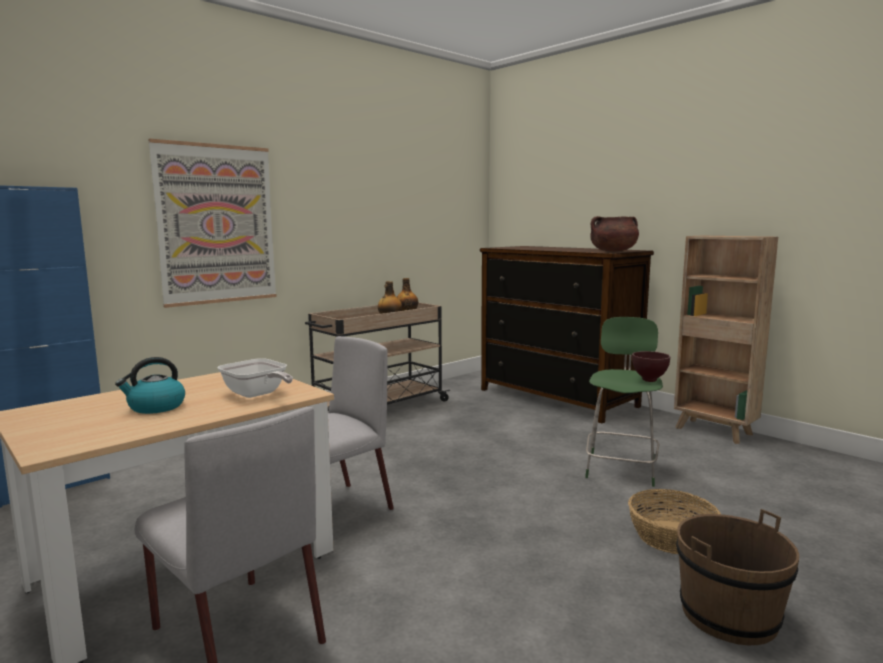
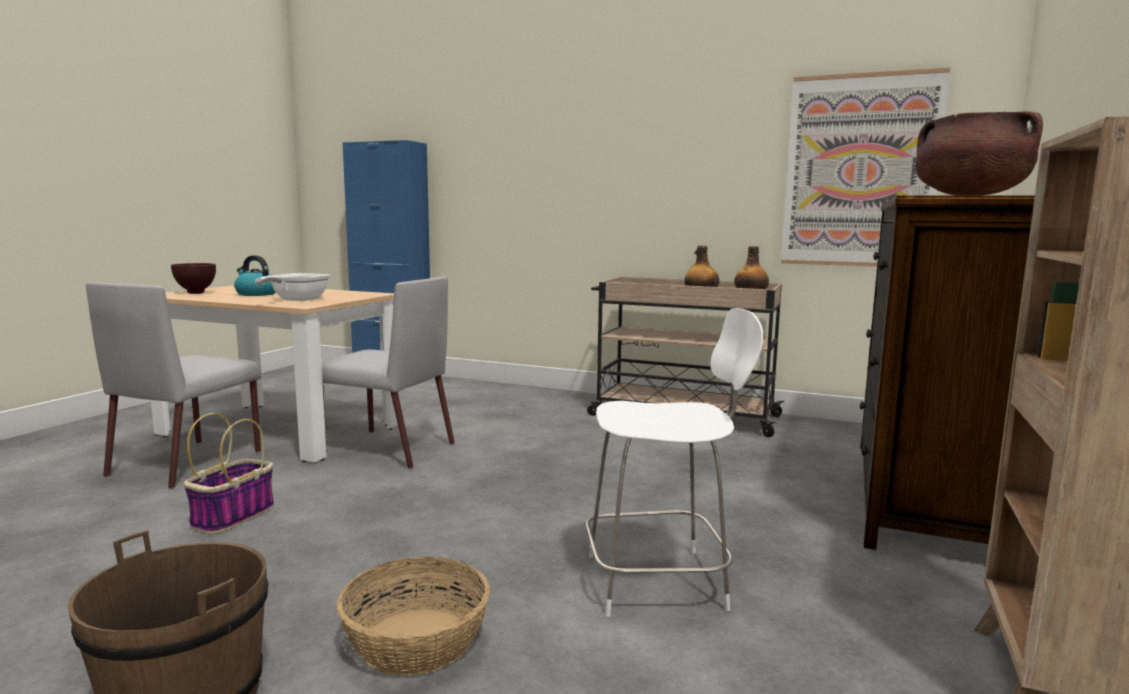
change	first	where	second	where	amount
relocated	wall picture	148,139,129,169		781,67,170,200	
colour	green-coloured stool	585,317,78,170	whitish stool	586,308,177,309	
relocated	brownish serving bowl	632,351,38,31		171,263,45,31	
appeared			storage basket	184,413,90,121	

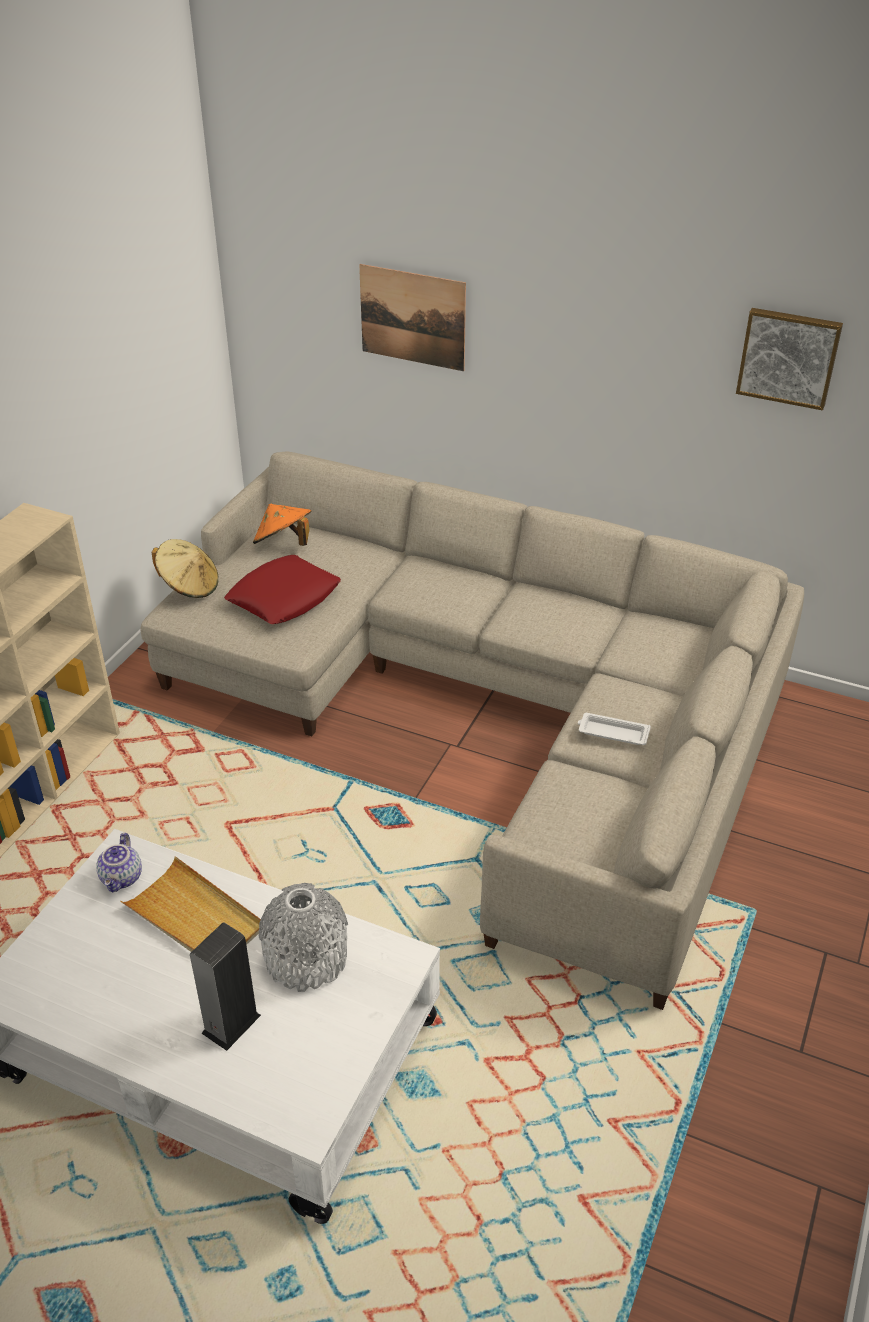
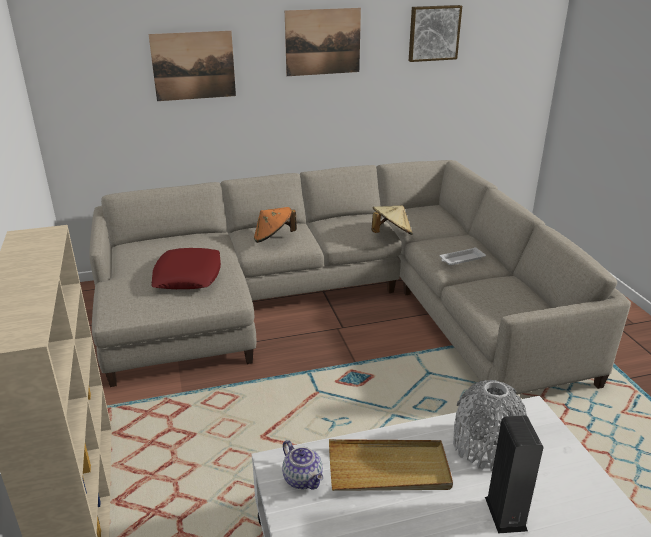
change	first	where	second	where	amount
relocated	orange-coloured wearable hat	253,504,58,42		254,207,43,36	
relocated	sand-coloured wearable hat	151,539,68,59		372,205,41,30	
appeared			wall picture	285,8,76,68	

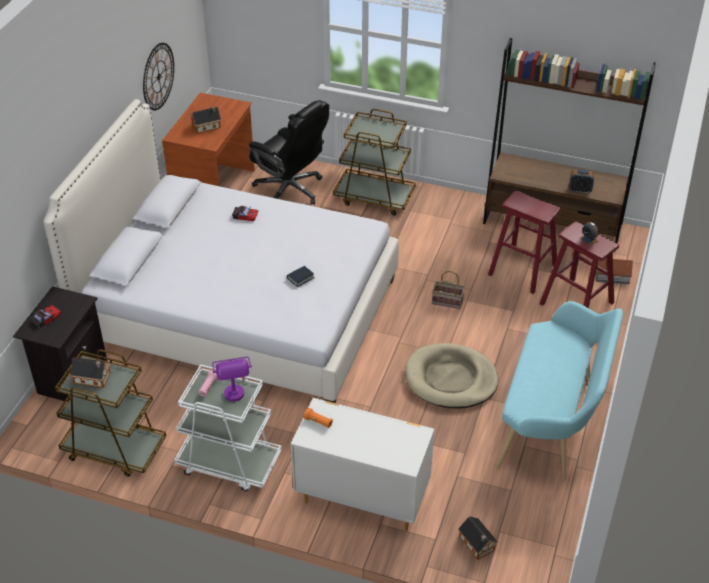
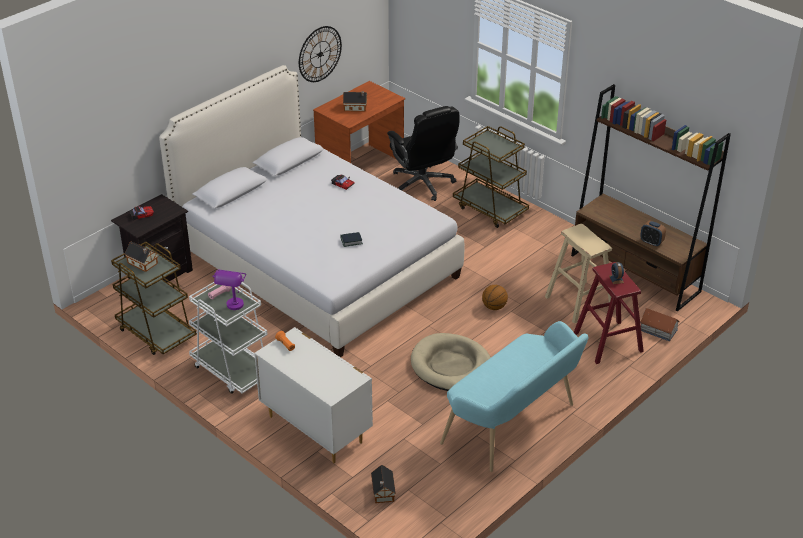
change	first	where	second	where	amount
colour	reddish stool	488,191,73,103	sand-coloured stool	545,224,67,99	
exchanged	storage basket	432,271,33,38	basketball	482,285,26,25	

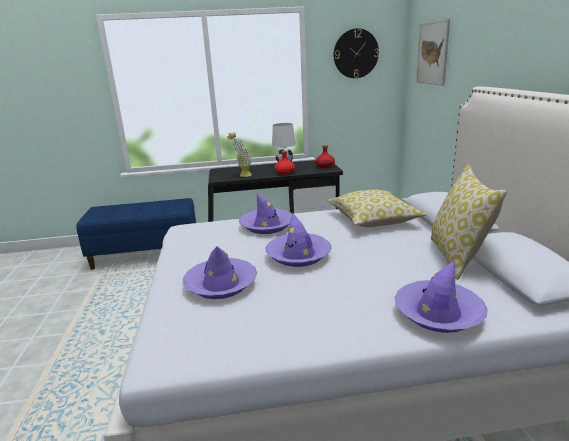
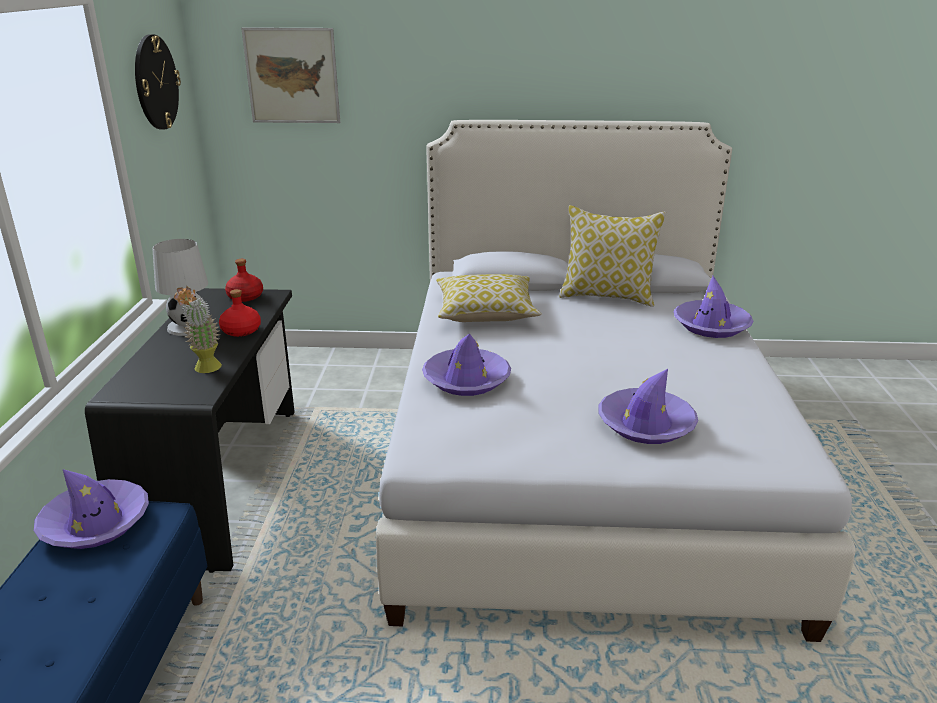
change	first	where	second	where	amount
relocated	purplish wearable hat	265,213,67,54		34,469,115,80	

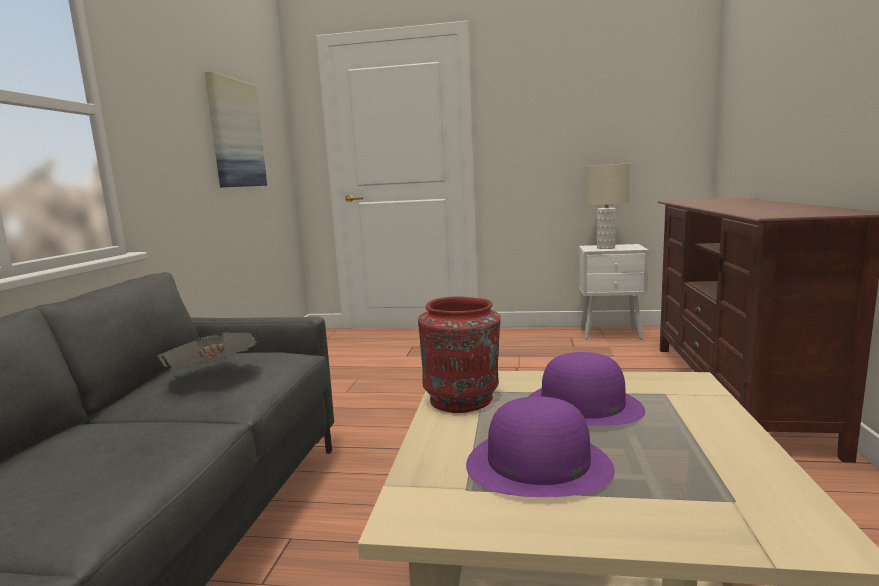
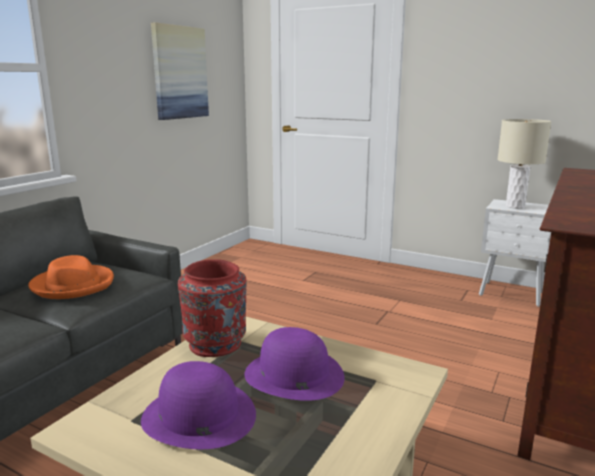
change	first	where	second	where	amount
exchanged	printed paper	156,332,102,37	orange-coloured wearable hat	28,255,86,44	

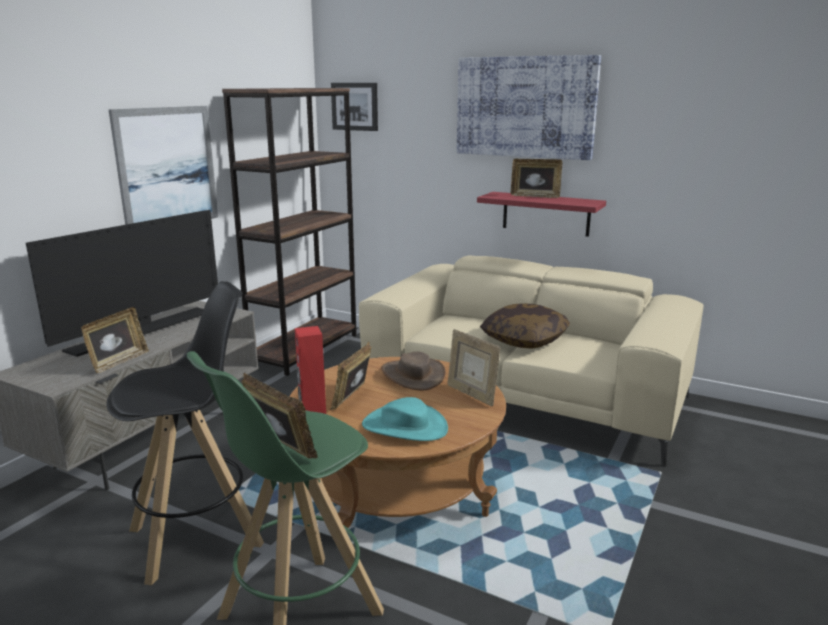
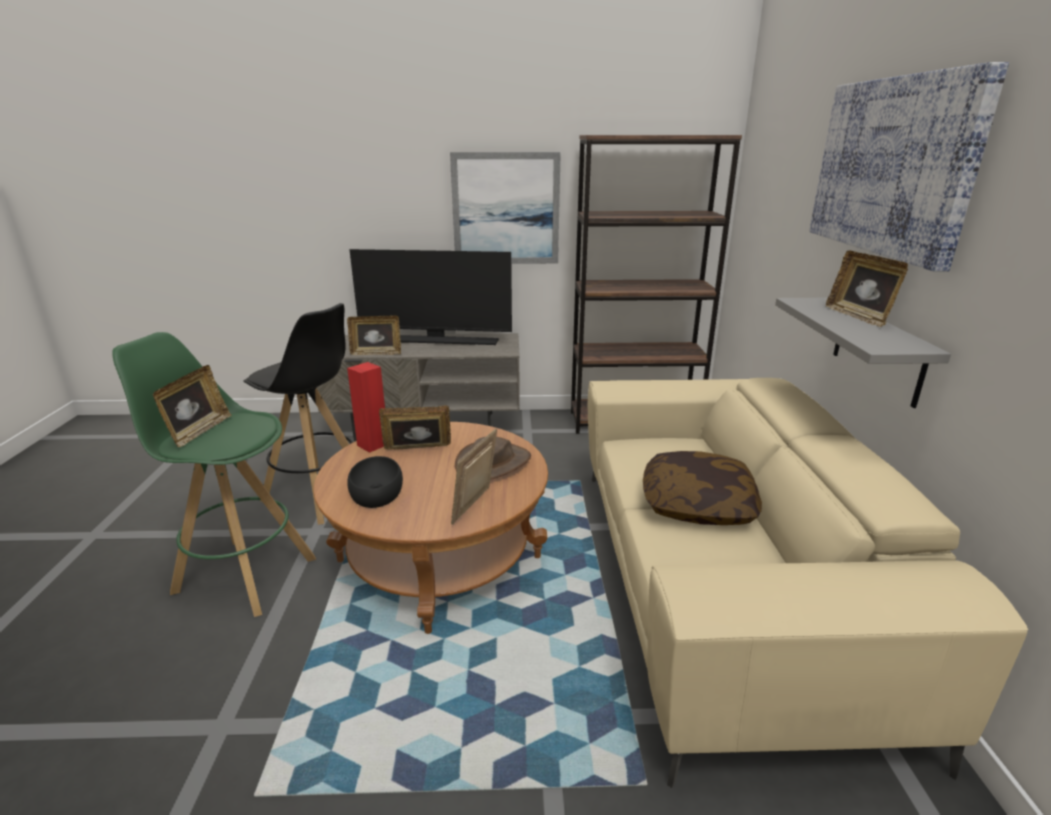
change	first	where	second	where	amount
missing	wall picture	331,83,47,48			
colour	reddish bracket shelf	477,192,129,45	greyish bracket shelf	775,298,176,110	
exchanged	turquoise wearable hat	362,397,86,44	blackish serving bowl	347,456,56,52	

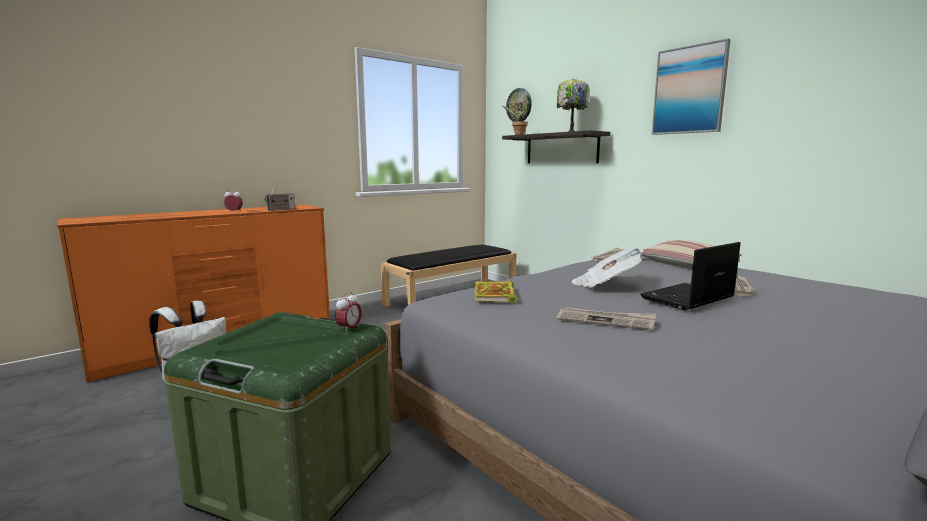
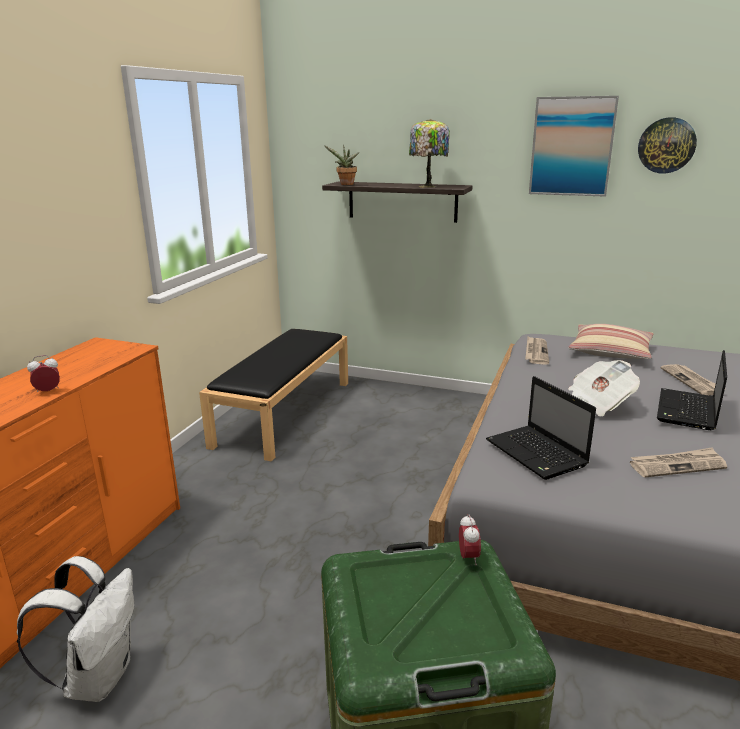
change	first	where	second	where	amount
relocated	clock on the wall	506,88,26,34		638,117,59,57	
missing	radio	265,185,30,26			
exchanged	book	475,281,42,22	portable computer	486,376,110,104	

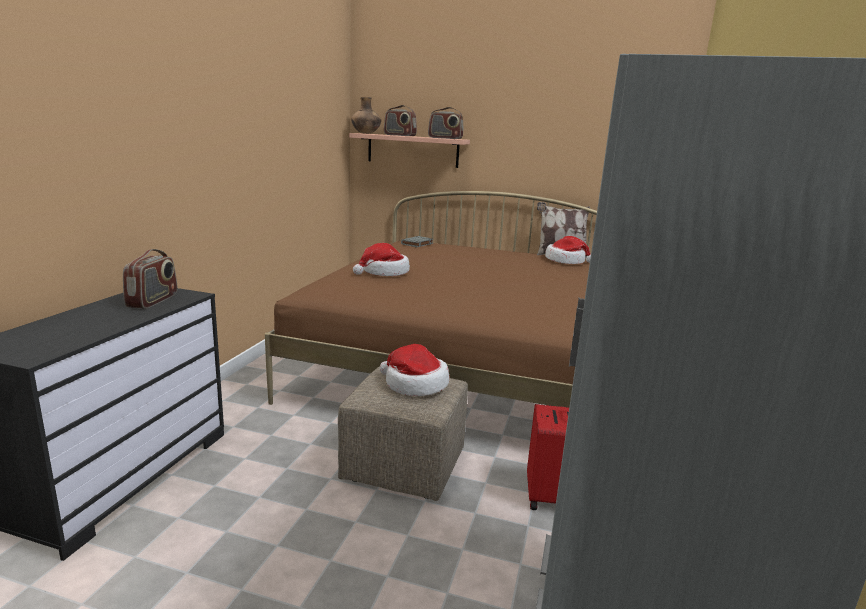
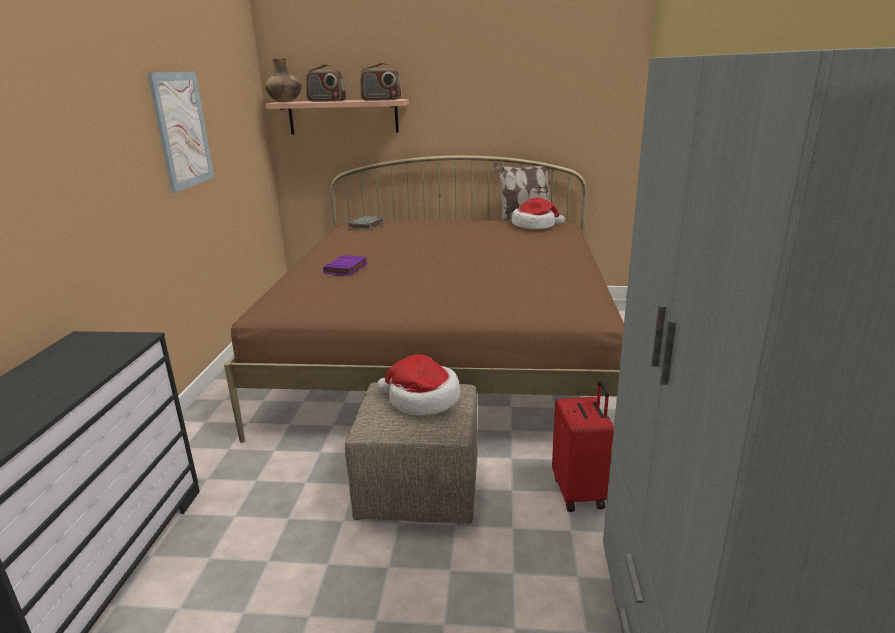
change	first	where	second	where	amount
exchanged	wearable hat	353,243,57,33	purplish book	323,255,45,21	
missing	radio	123,249,54,60			
appeared			wall picture	147,72,67,121	

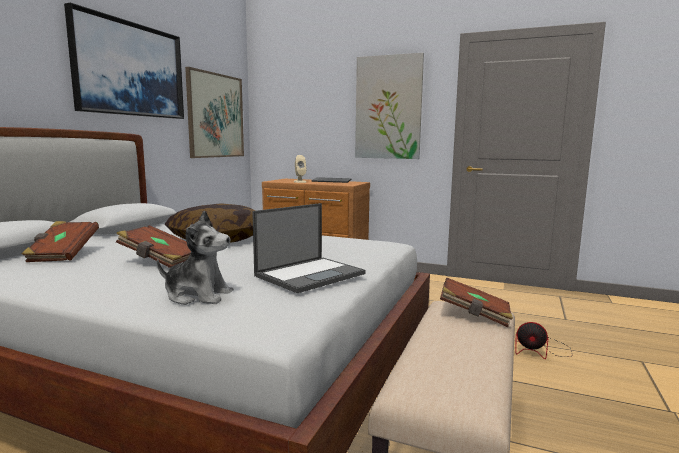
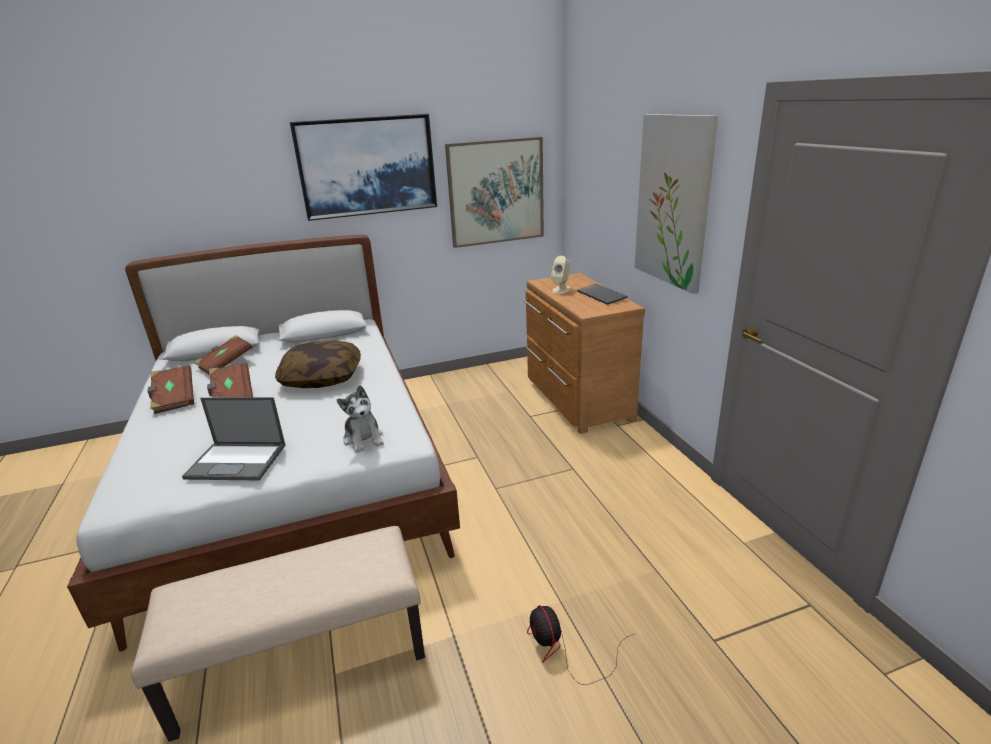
change	first	where	second	where	amount
relocated	plush toy	157,211,77,94		337,385,47,68	
relocated	brownish book	440,278,73,49		148,365,46,49	

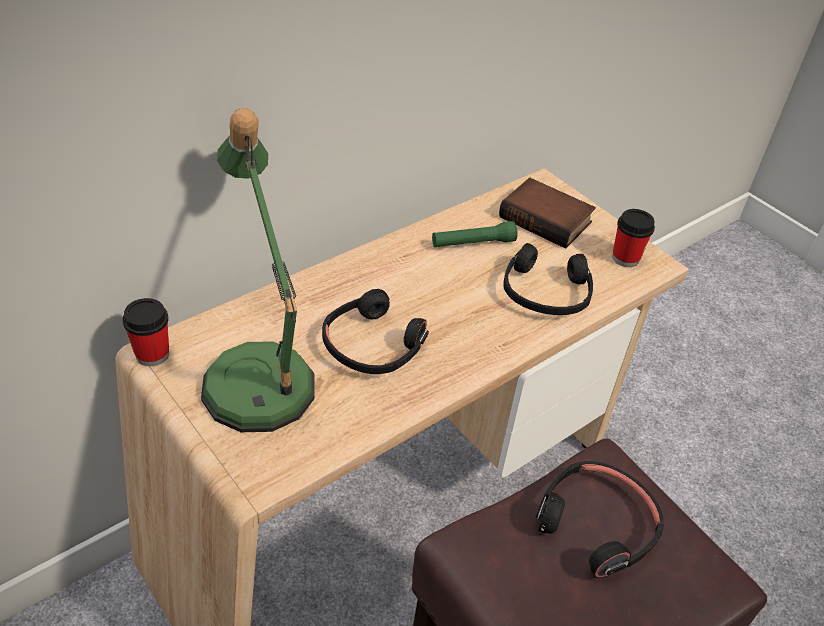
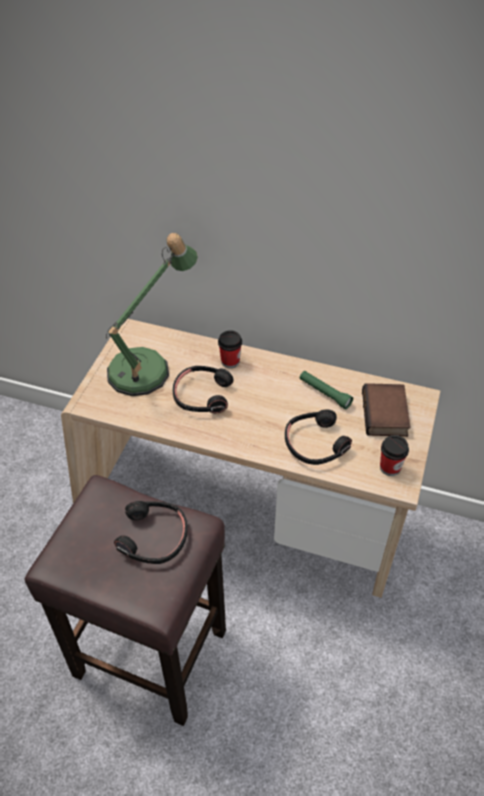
change	first	where	second	where	amount
relocated	small cup	123,298,46,68		218,330,24,38	

